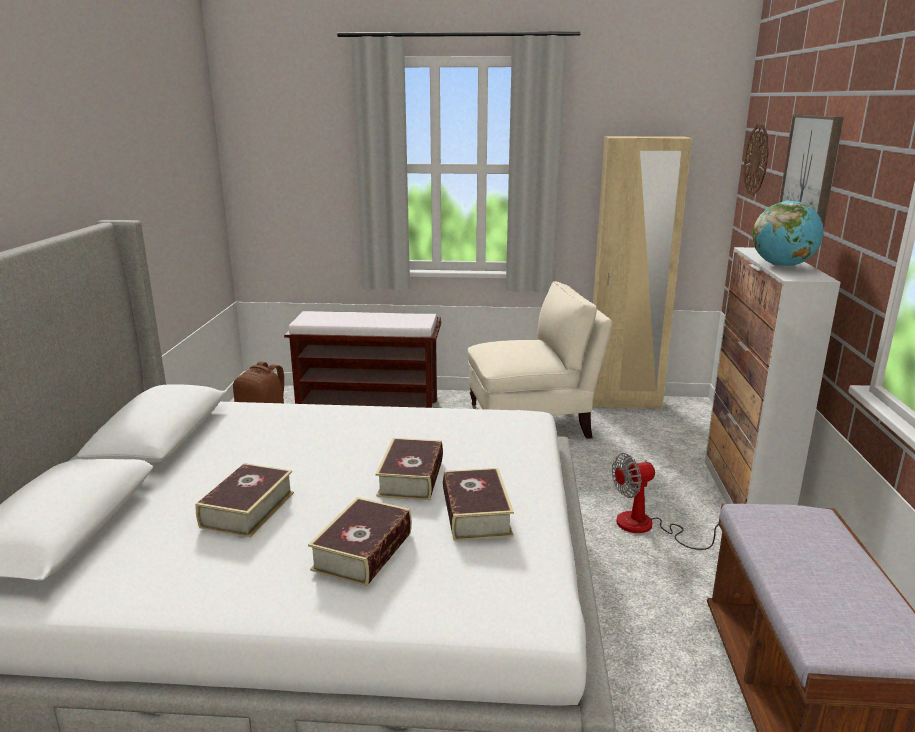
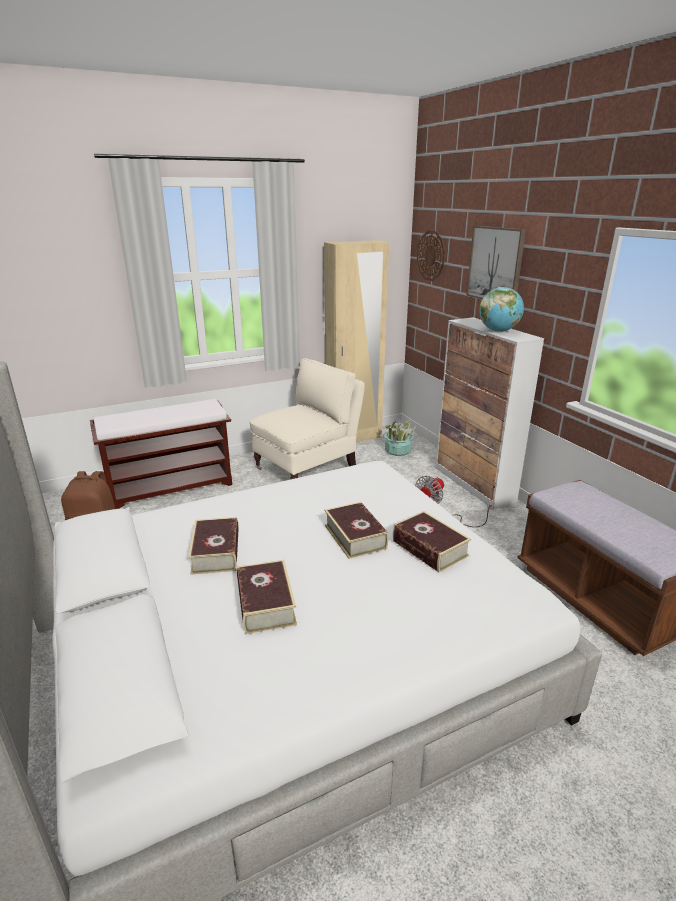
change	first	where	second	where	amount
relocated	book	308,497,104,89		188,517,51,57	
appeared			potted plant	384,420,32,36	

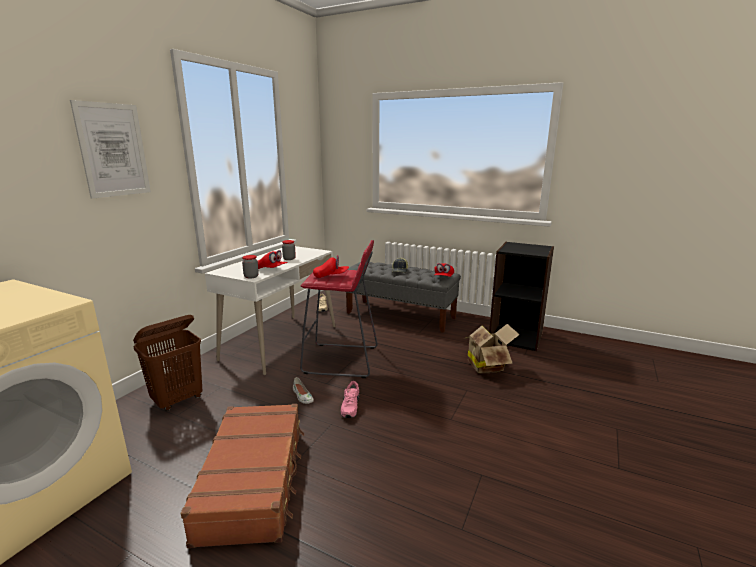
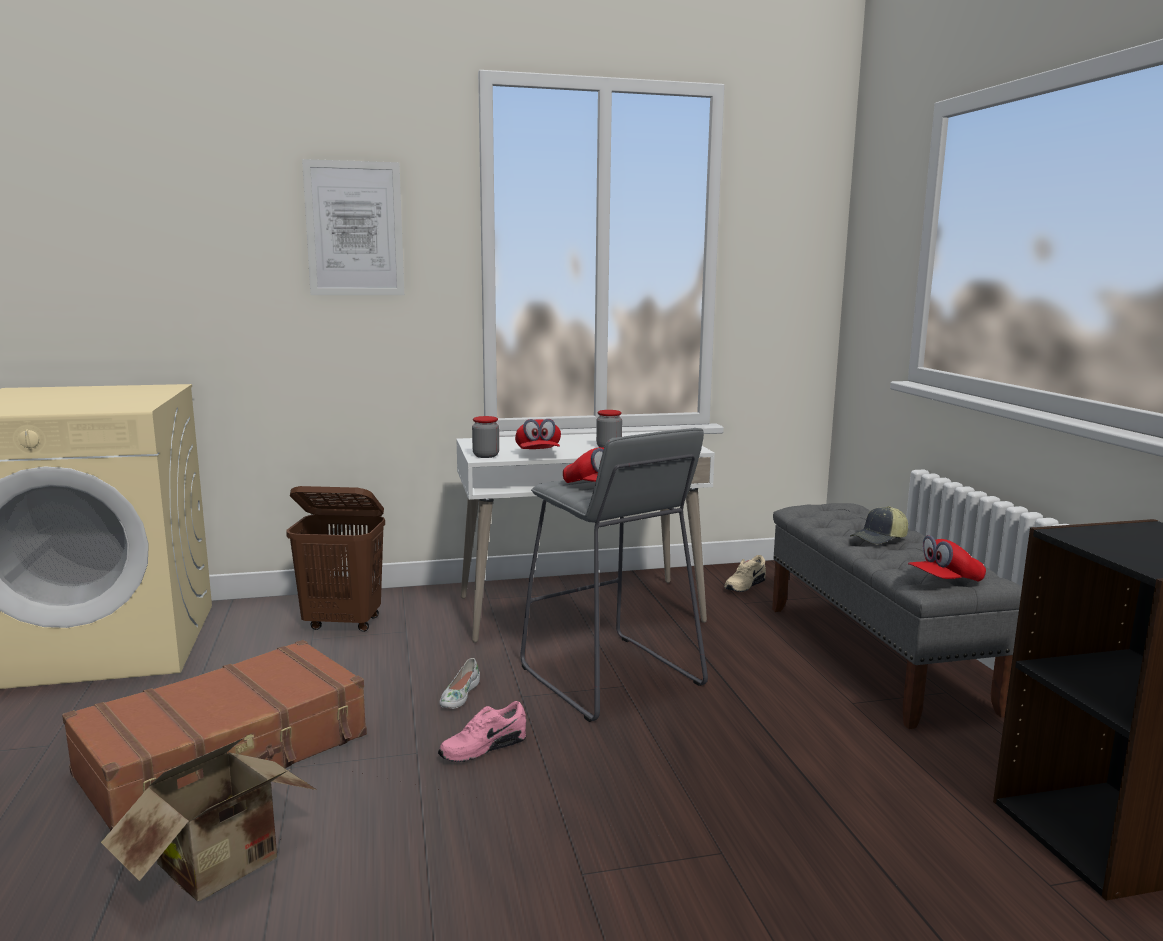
change	first	where	second	where	amount
colour	reddish stool	300,240,78,138	greyish stool	520,428,188,294	
relocated	cardboard box	463,324,57,49		101,738,216,164	

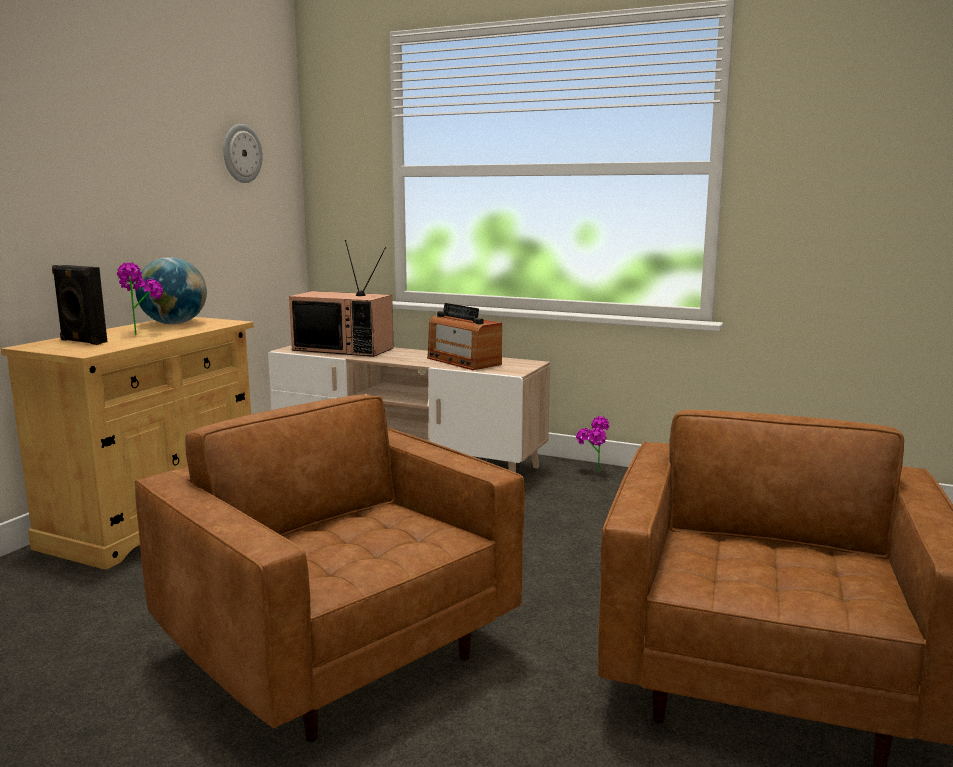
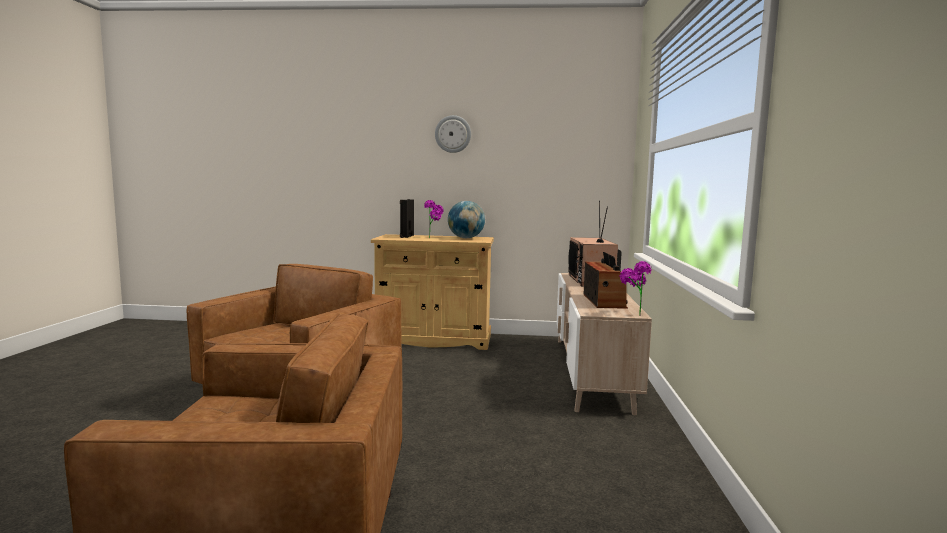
change	first	where	second	where	amount
relocated	clock on the wall	223,124,40,59		435,115,36,38	
spun	radio	427,303,75,67		584,252,44,57	150 degrees clockwise
relocated	potted plant	576,416,33,57		619,261,32,55	

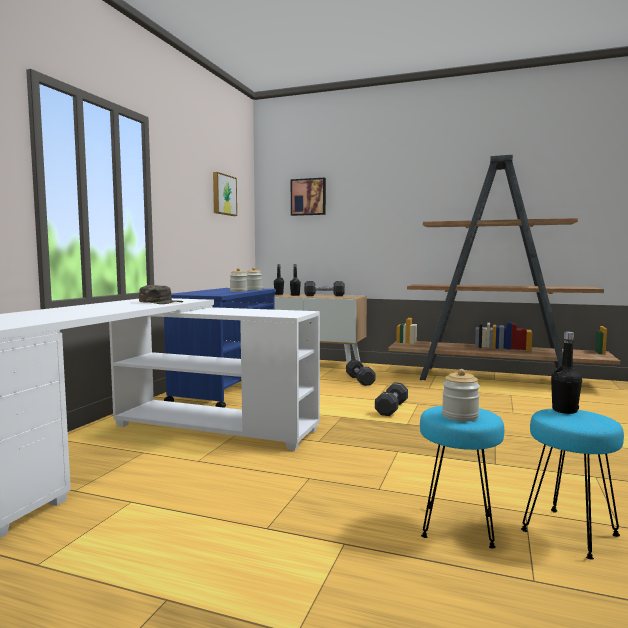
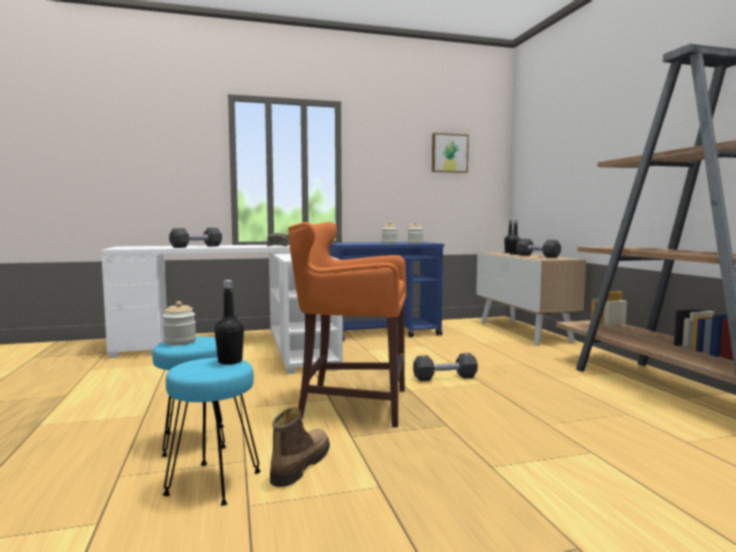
change	first	where	second	where	amount
missing	wall picture	291,178,35,38			
relocated	blackish hand weight	346,360,30,26		169,228,53,20	
appeared			orange-coloured stool	288,222,118,205	
appeared			tall boot	270,407,60,80	

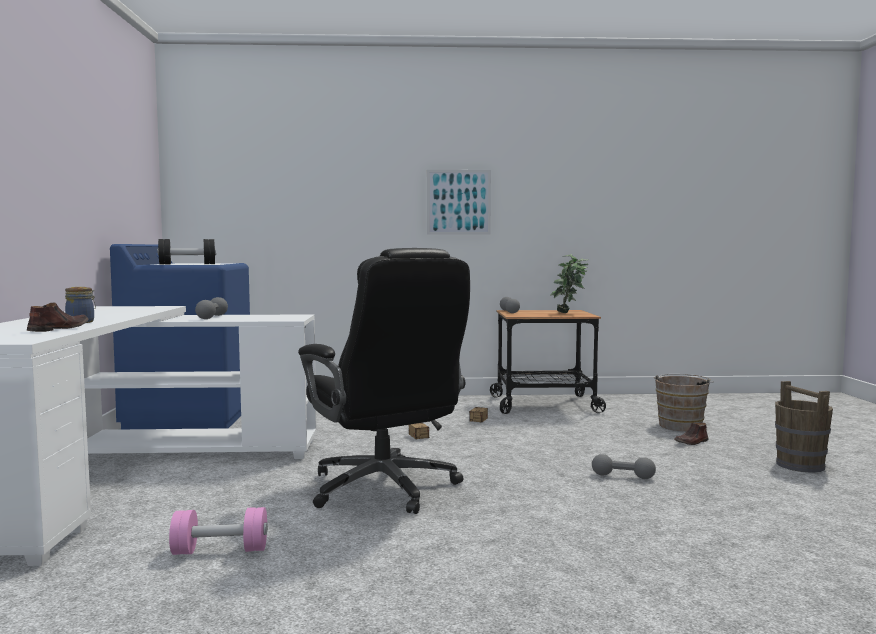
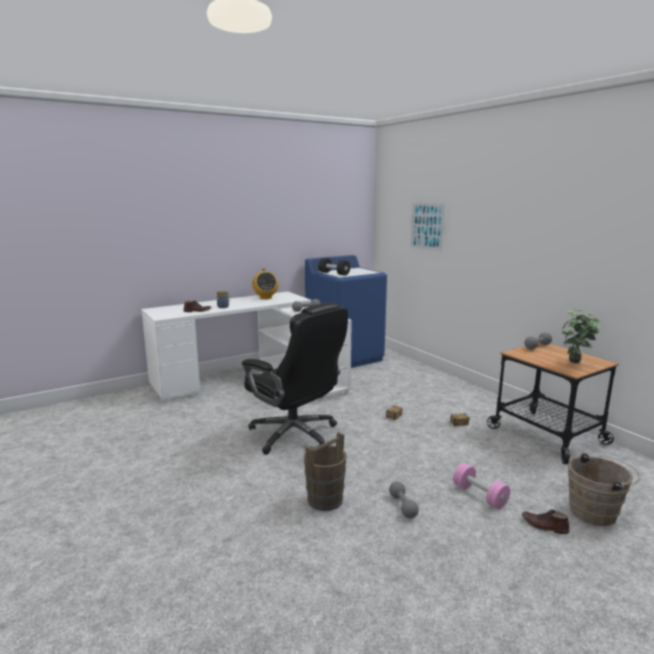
change	first	where	second	where	amount
relocated	wall picture	427,170,64,65		410,203,35,48	
spun	blackish office chair	298,248,172,266		242,302,106,153	75 degrees counterclockwise
relocated	brownish water bucket	775,381,58,92		304,432,43,79	
relocated	pink hand weight	169,507,98,48		453,463,57,46	
appeared			radio	252,268,26,31	

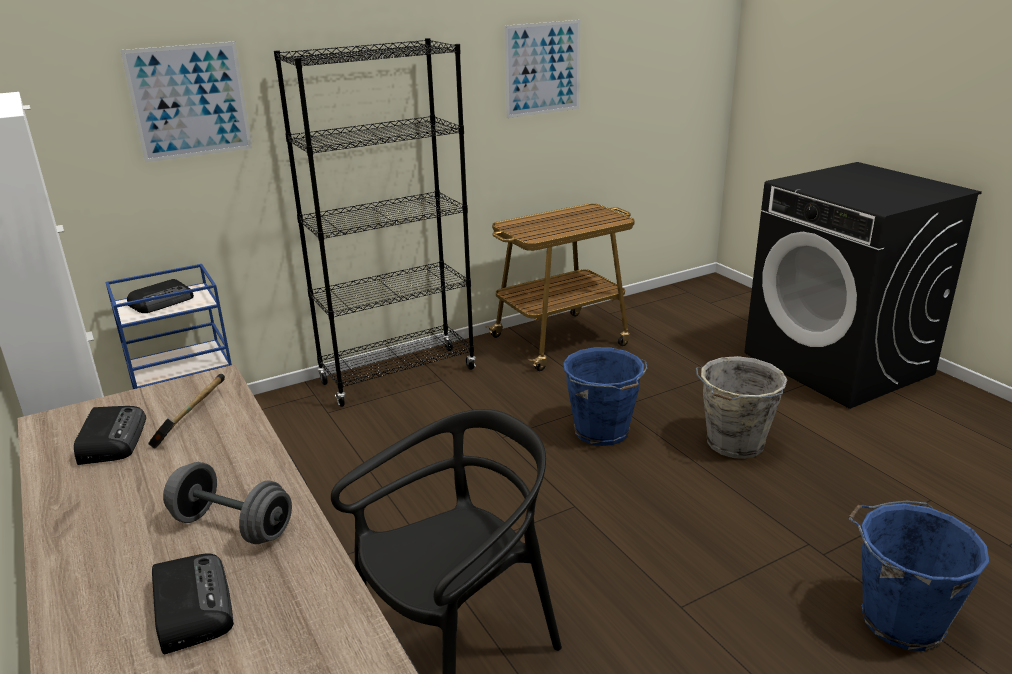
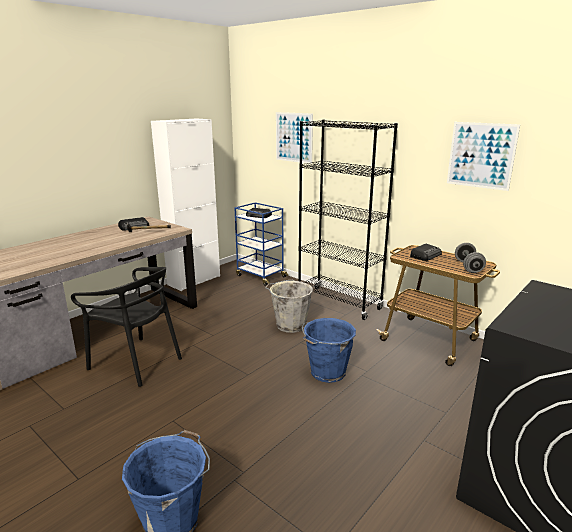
change	first	where	second	where	amount
relocated	greyish water bucket	696,356,91,103		265,280,48,53	
relocated	greyish hand weight	163,462,129,82		455,243,31,30	
relocated	radio	152,553,82,102		410,244,32,17	

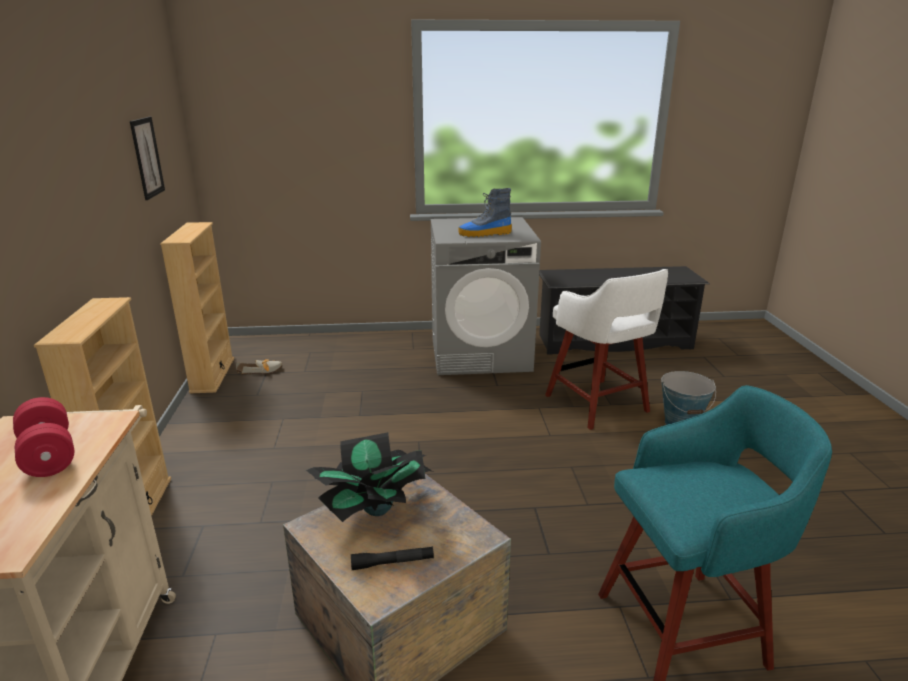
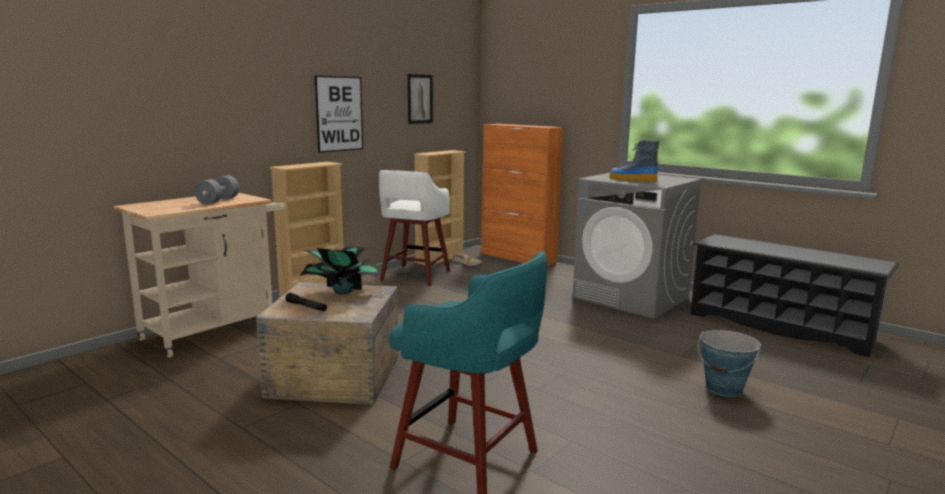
change	first	where	second	where	amount
relocated	whitish stool	545,269,123,161		379,170,71,116	
colour	reddish hand weight	13,397,61,80	greyish hand weight	194,175,45,30	
appeared			wall picture	315,76,48,77	
appeared			orange-coloured storage cabinet	481,124,82,142	

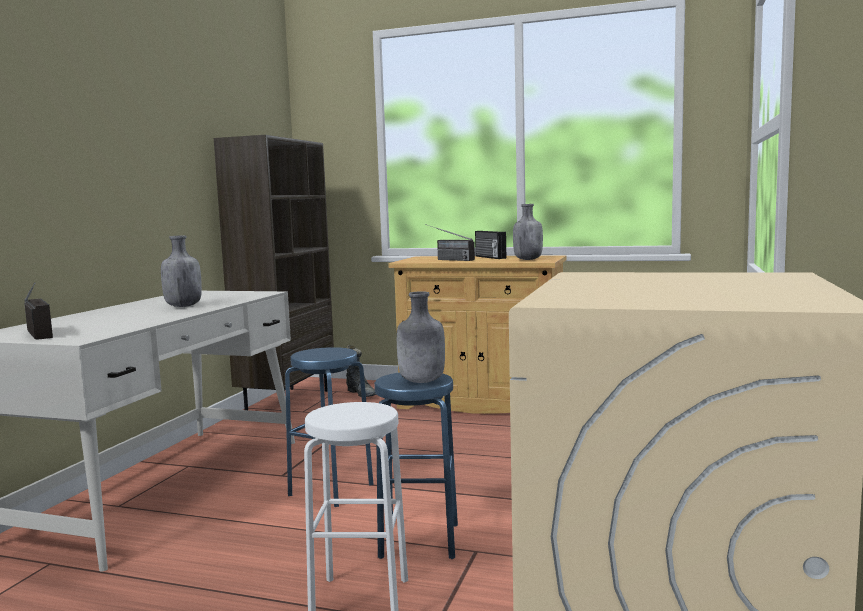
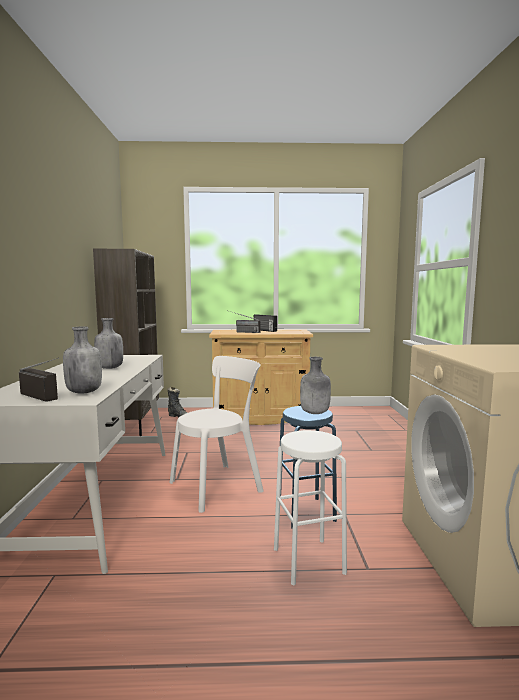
change	first	where	second	where	amount
relocated	greyish beverage bottle	513,204,30,56		63,327,39,67	
exchanged	bluish stool	285,347,89,160	whitish upright chair	170,356,94,157	

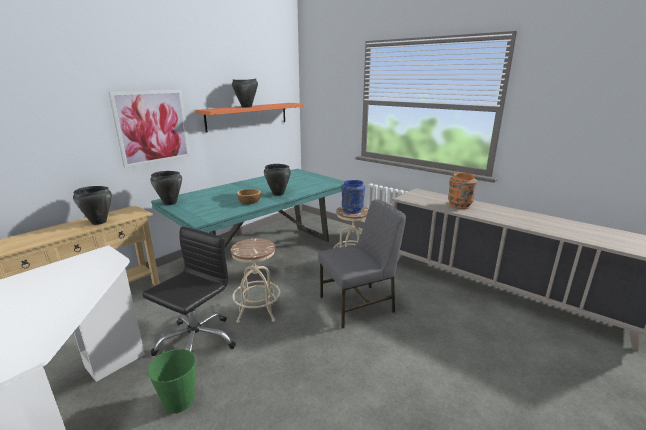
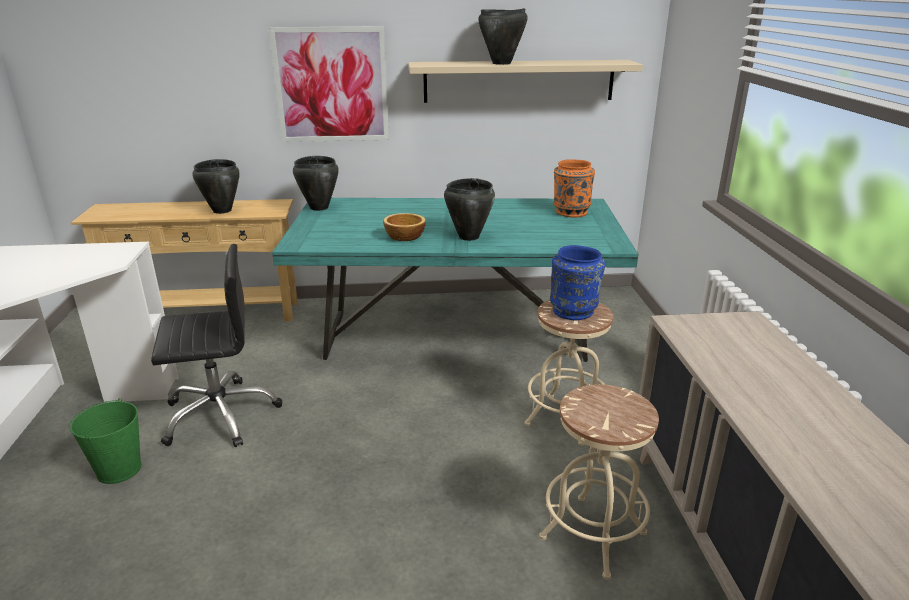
change	first	where	second	where	amount
colour	orange-coloured bracket shelf	196,103,107,29	sand-coloured bracket shelf	408,60,235,43	
relocated	orange-coloured flower vase	448,173,29,36		553,159,42,58	
missing	greyish upright chair	318,200,88,129			
relocated	sand-coloured stool	231,238,49,85		539,384,120,196	

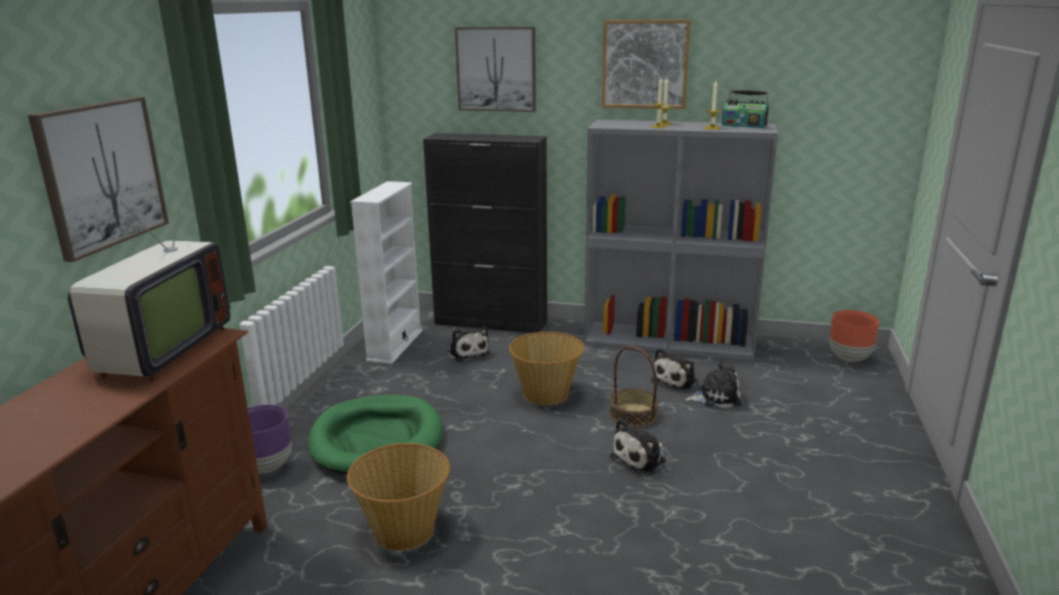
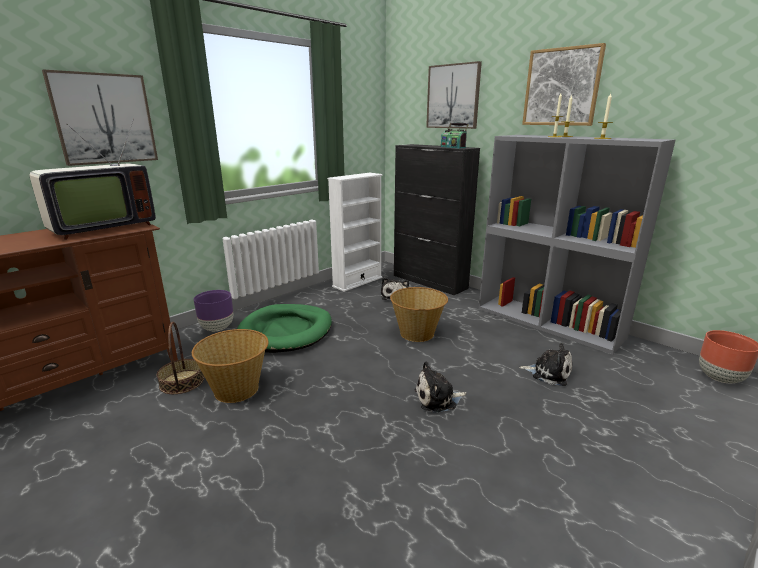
change	first	where	second	where	amount
relocated	radio	722,90,47,38		441,122,28,26	
relocated	storage basket	610,346,48,81		157,322,47,72	
missing	plush toy	651,348,47,43			

